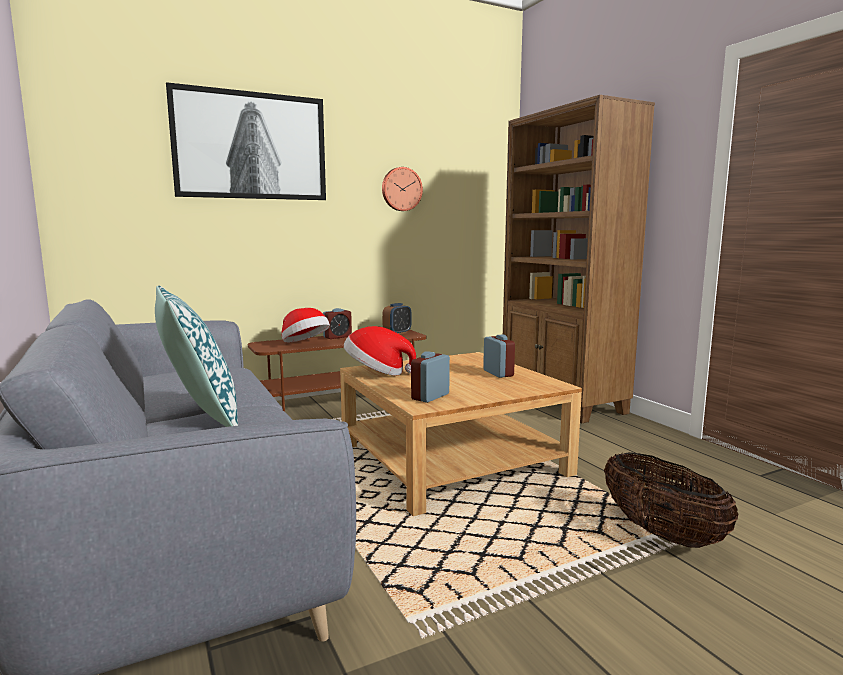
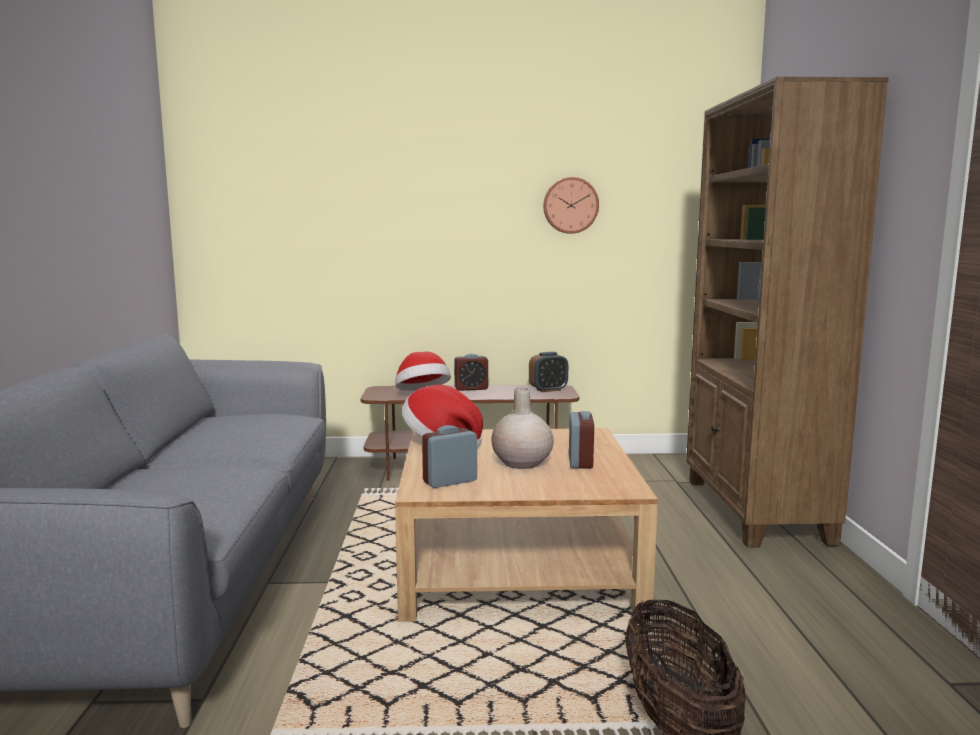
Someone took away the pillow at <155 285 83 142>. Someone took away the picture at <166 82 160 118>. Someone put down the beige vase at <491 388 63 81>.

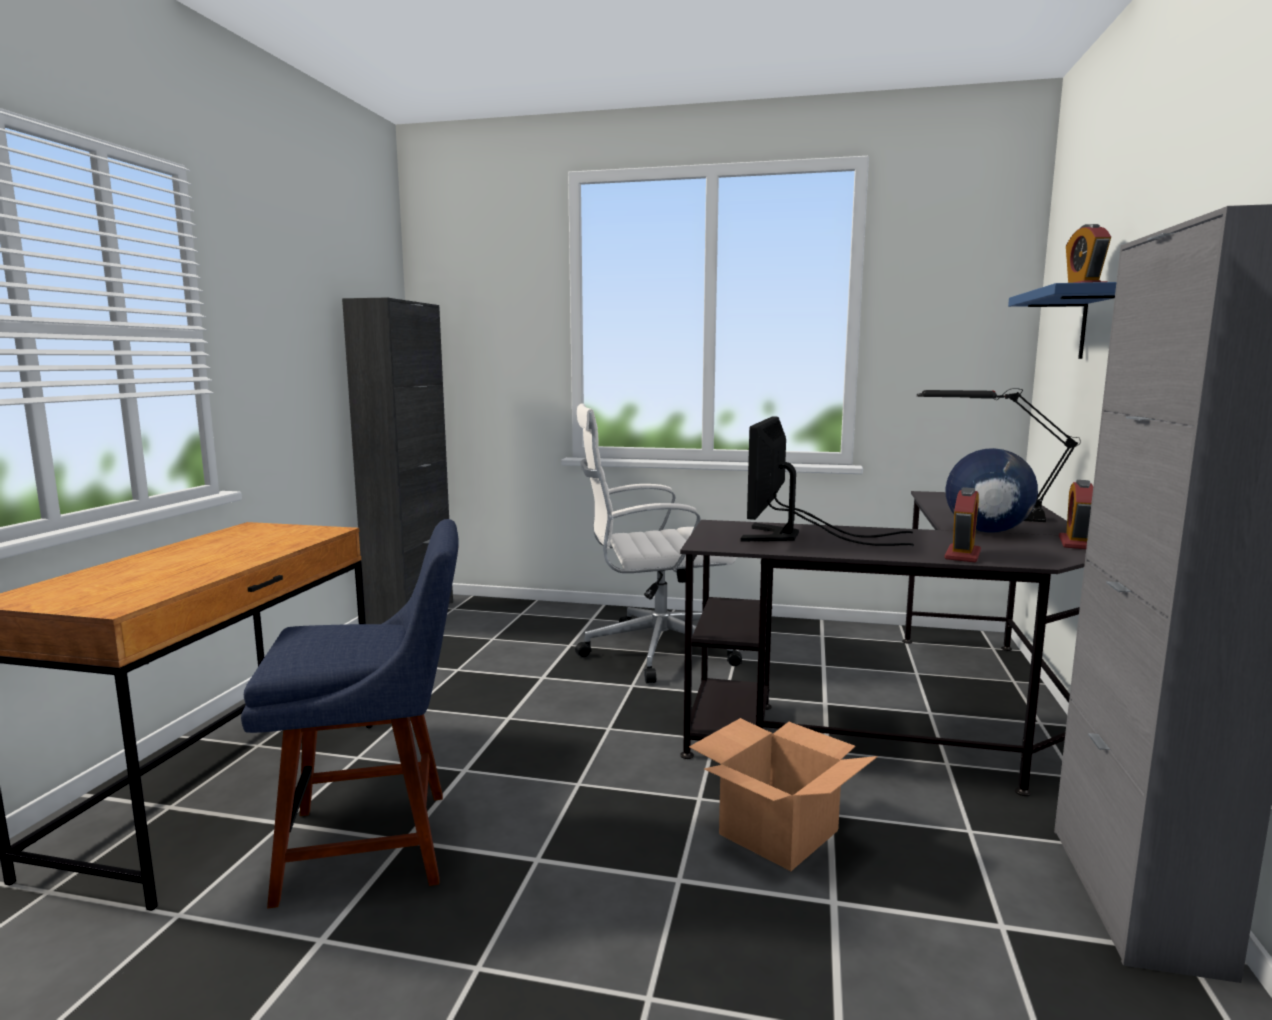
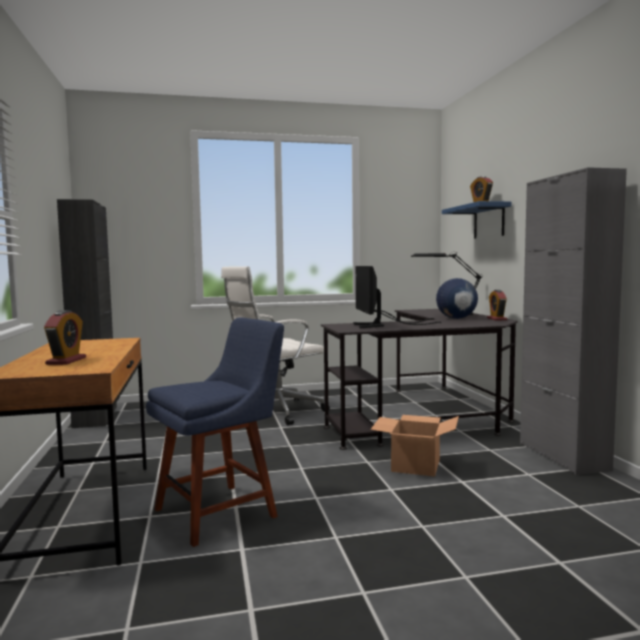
Someone carried the alarm clock from <944 487 37 76> to <44 310 42 55>.

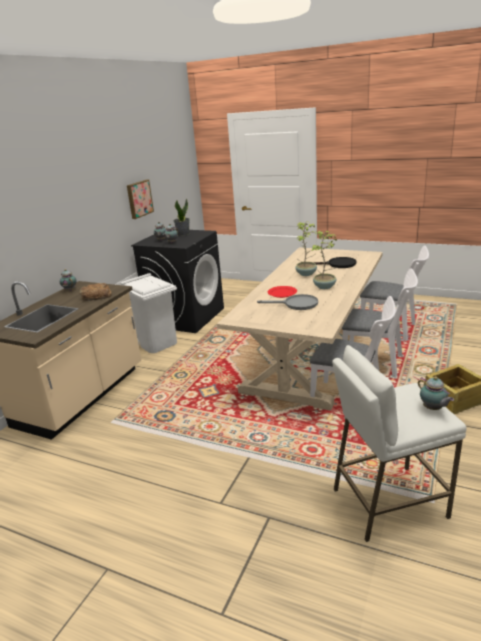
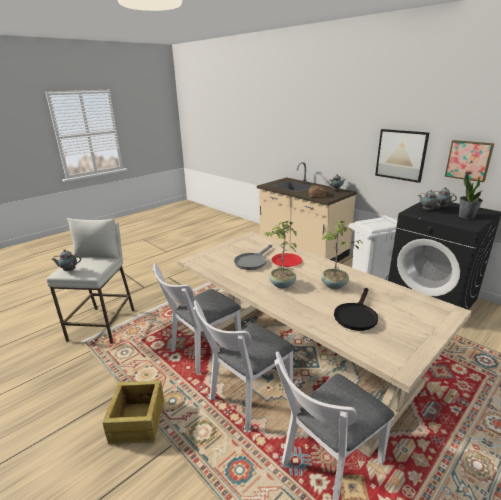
Someone put up the picture at <375 129 54 54>.

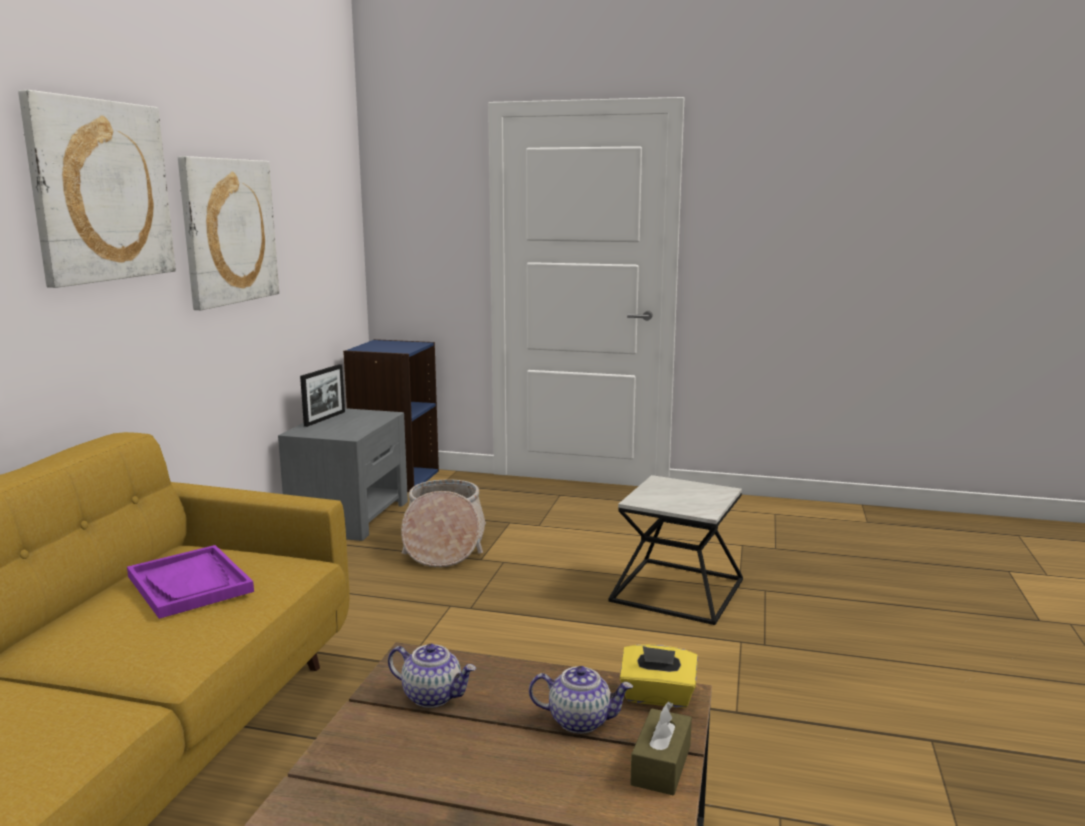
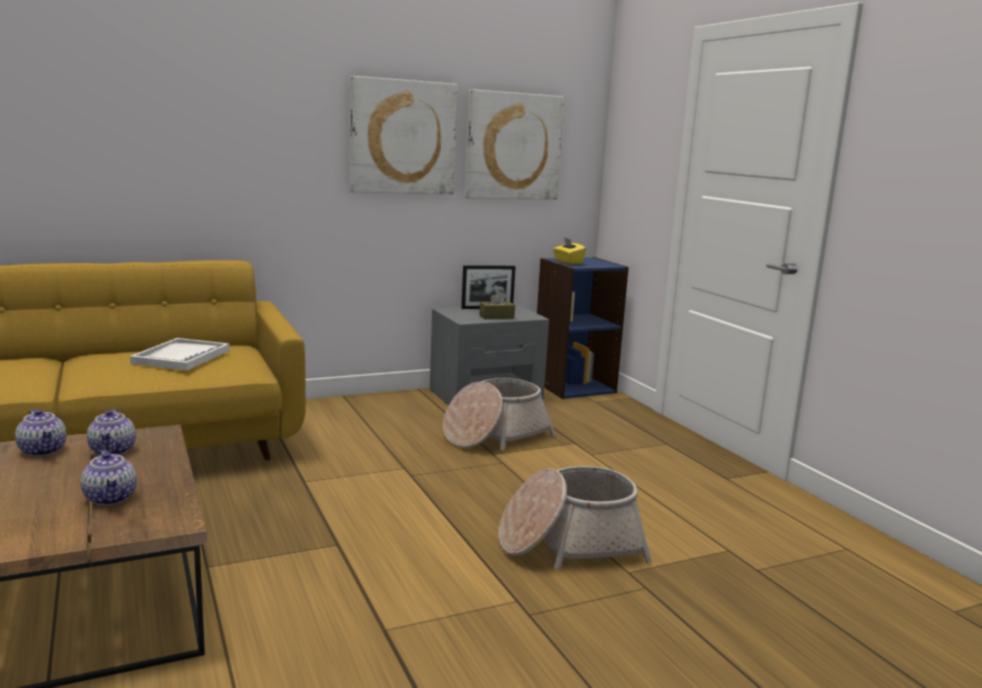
Someone carried the picture from <18 90 158 198> to <464 89 100 111>. Someone repainted the purple tray at <127 545 127 74>, which became the white tray at <130 338 100 32>. Someone swapped the side table at <609 475 134 150> for the basket at <498 466 154 104>. Someone carried the yellow tissue box from <620 644 78 64> to <553 238 33 27>. Someone carried the brown tissue box from <630 701 62 95> to <479 291 36 28>. Someone put down the teapot at <15 409 52 47>.

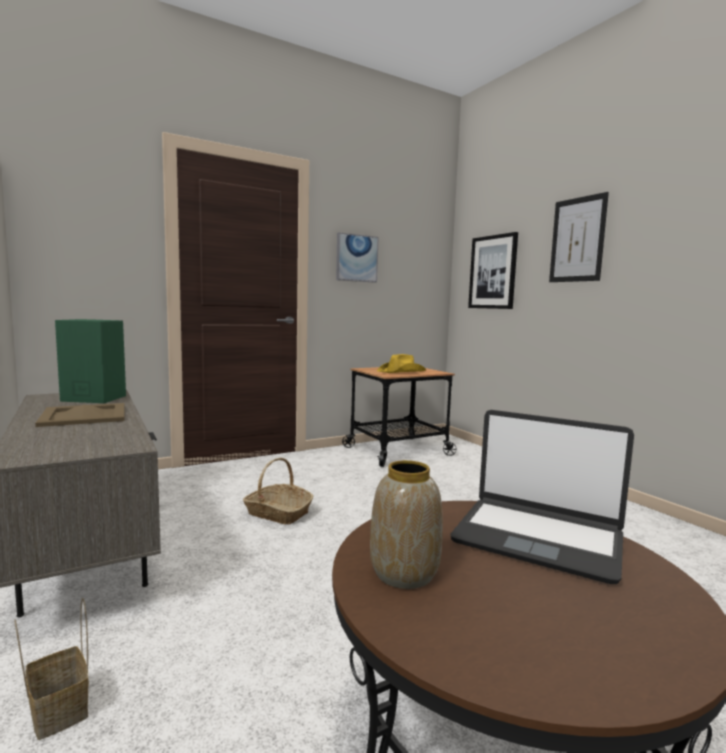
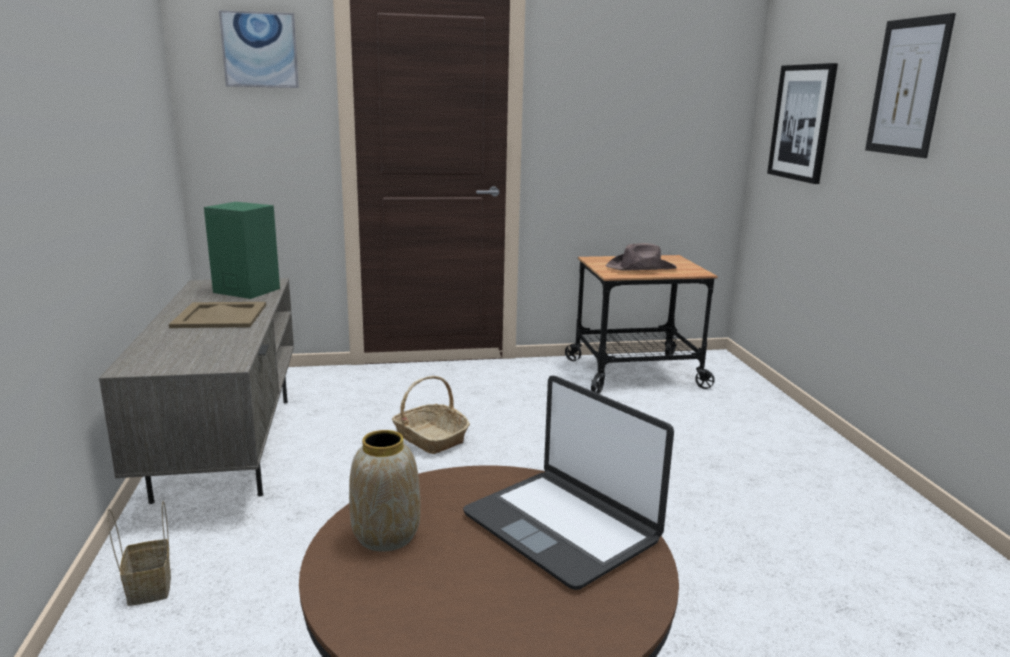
Someone carried the picture from <336 232 43 51> to <219 10 80 78>. Someone repainted the yellow hat at <377 354 49 19>, which became the brown hat at <606 243 71 28>.

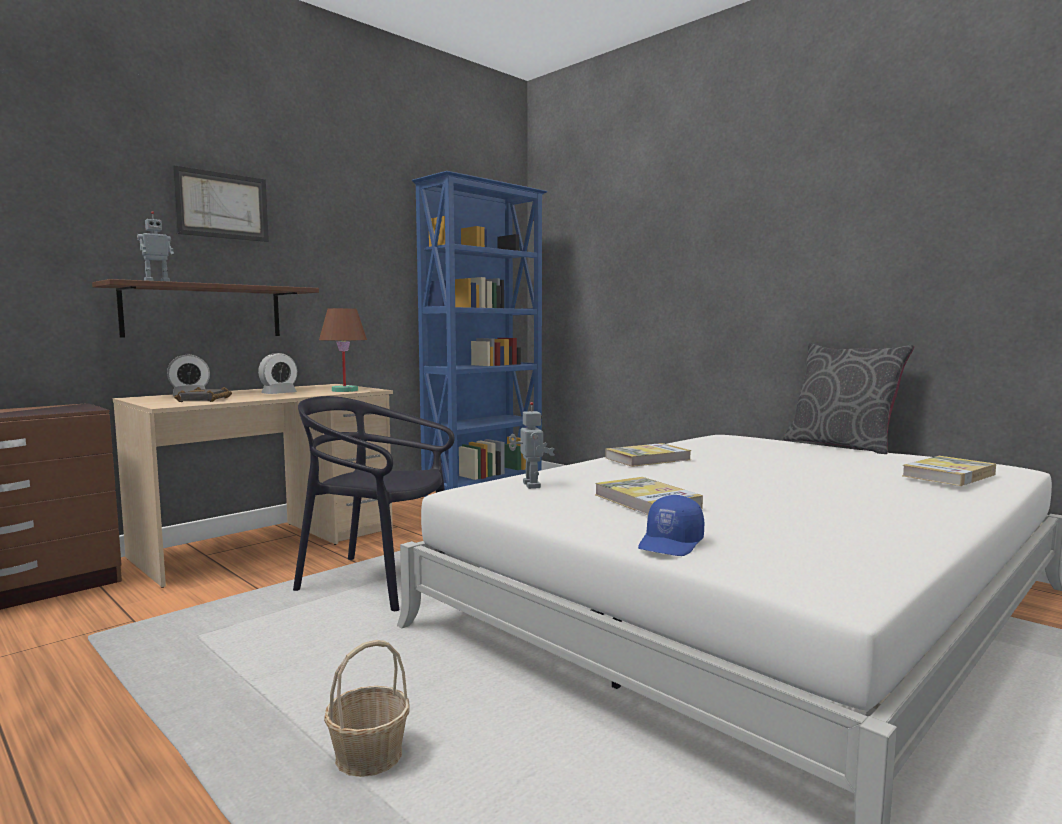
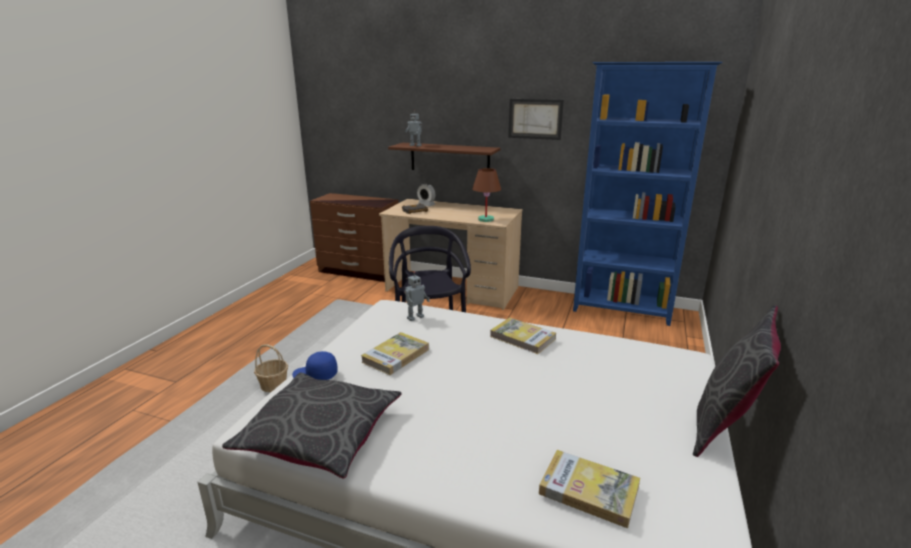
Someone carried the picture from <172 165 97 77> to <508 99 56 41>. Someone took away the alarm clock at <258 353 39 41>. Someone put down the grey pillow at <222 373 179 106>.

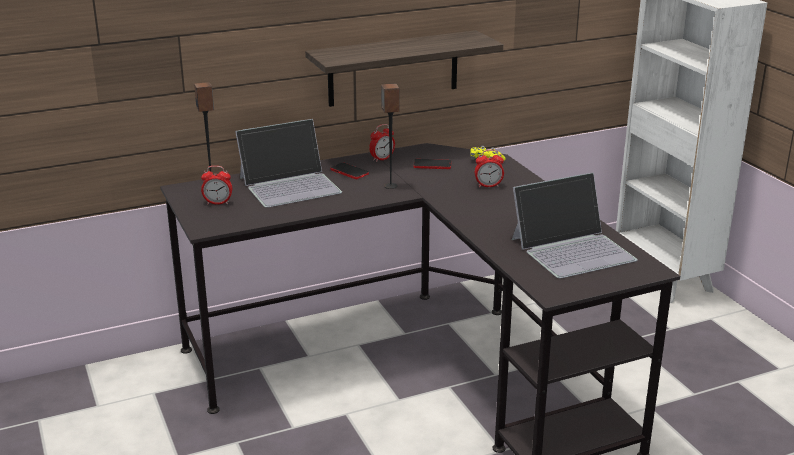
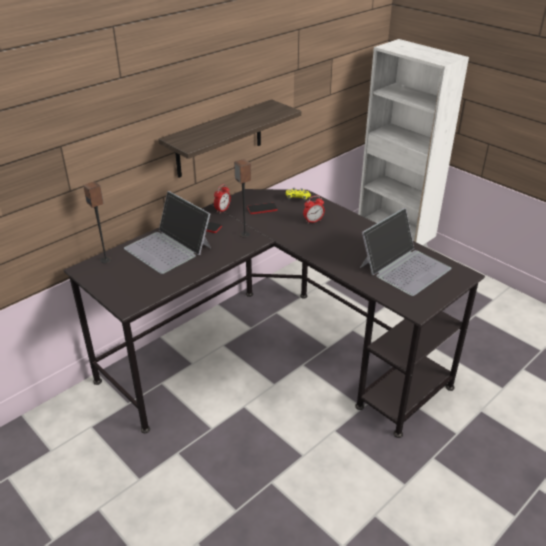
Someone took away the alarm clock at <201 166 31 39>. Someone rotated the laptop at <235 119 107 89> by 90 degrees clockwise.

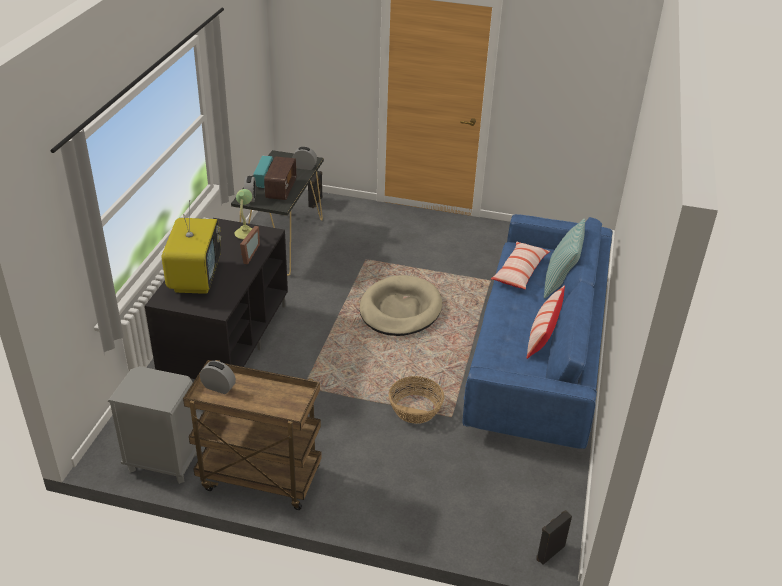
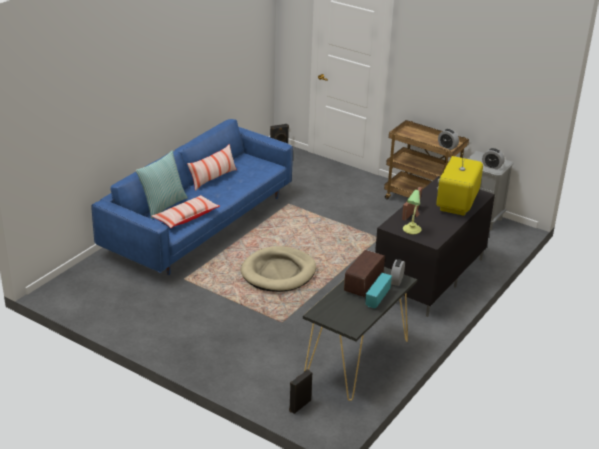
Someone carried the alarm clock from <292 147 25 23> to <482 148 23 22>. Someone took away the basket at <389 376 55 48>.

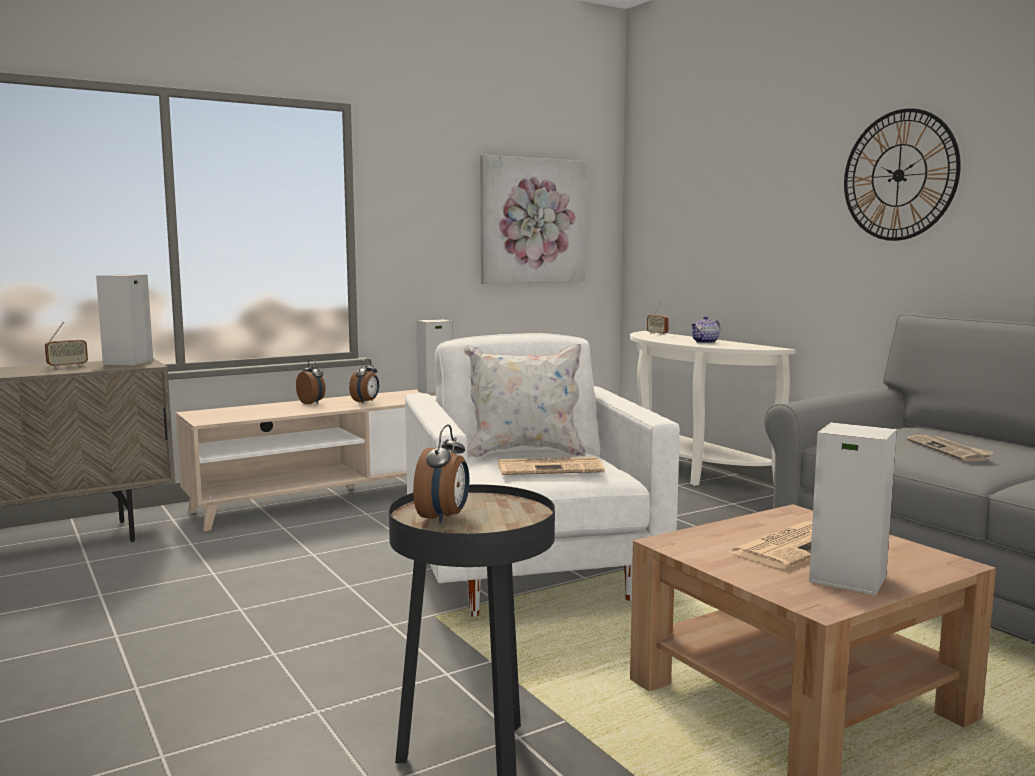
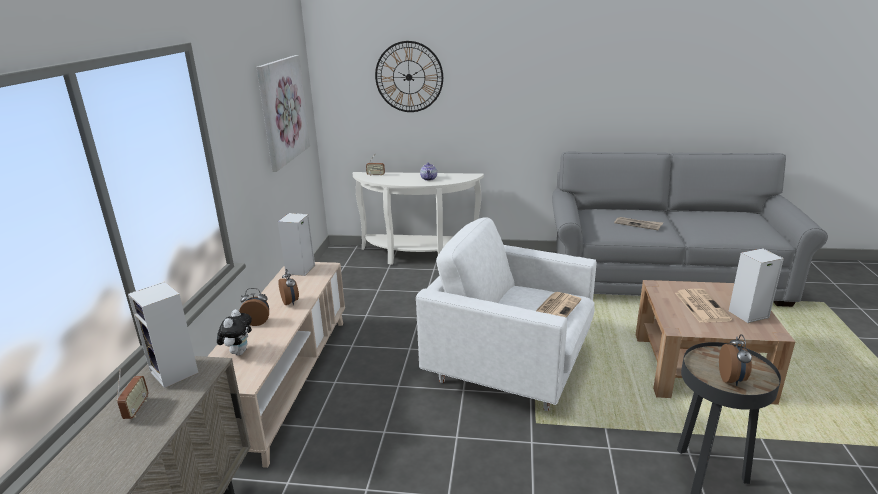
Someone rotated the alarm clock at <413 425 56 99> by 45 degrees clockwise. Someone took away the white pillow at <464 344 123 114>. Someone carried the wall clock from <844 108 117 133> to <375 41 68 71>. Someone put down the plush toy at <217 309 35 47>.

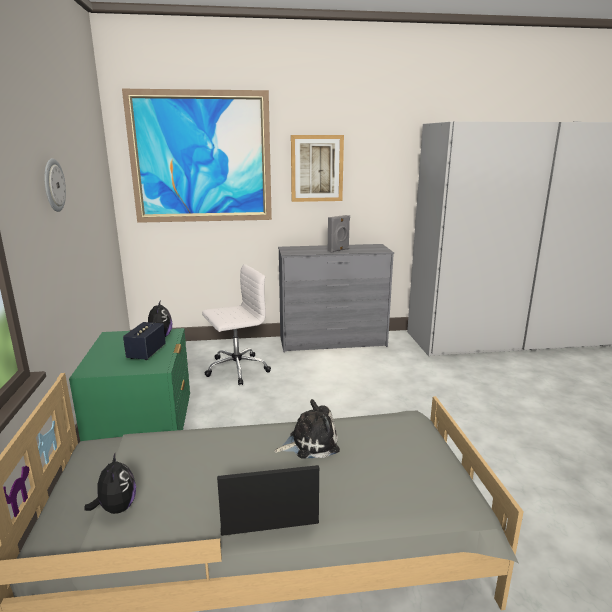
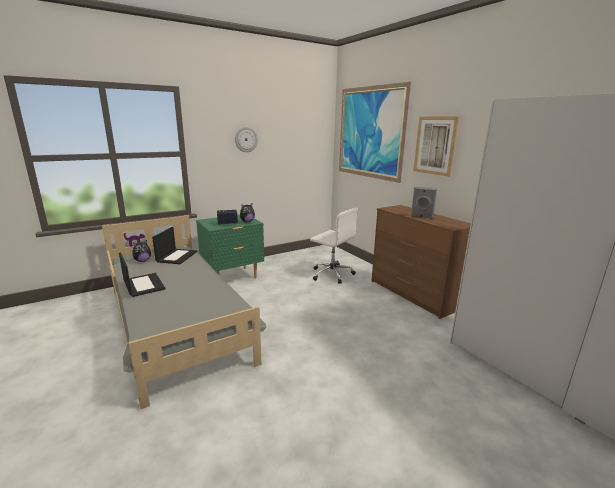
Someone took away the plush toy at <274 399 66 59>. Someone repainted the grey dresser at <278 244 116 108>, which became the brown dresser at <371 205 100 114>. Someone put down the laptop at <152 227 46 37>.

